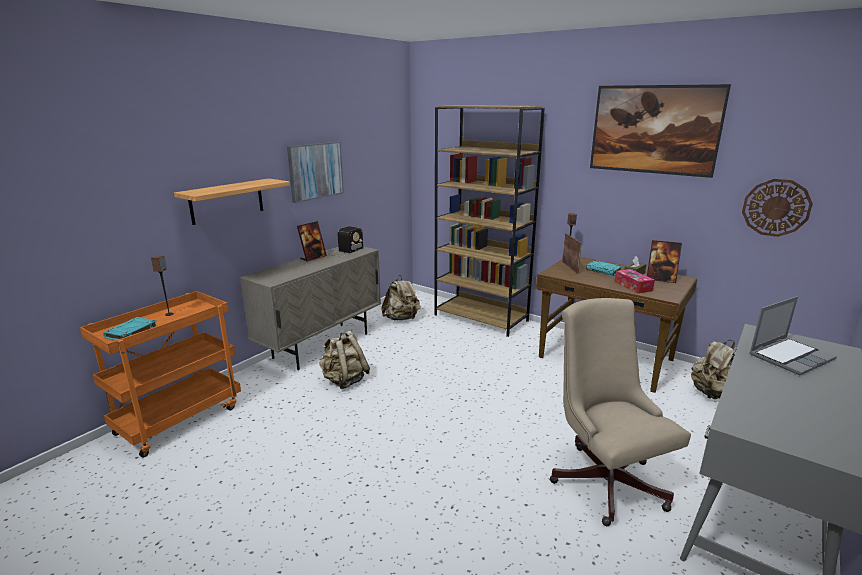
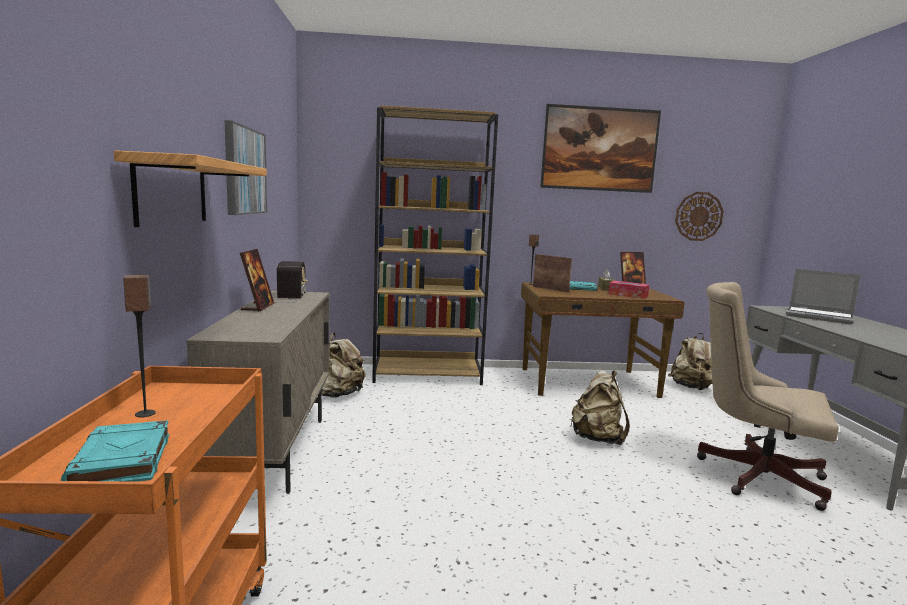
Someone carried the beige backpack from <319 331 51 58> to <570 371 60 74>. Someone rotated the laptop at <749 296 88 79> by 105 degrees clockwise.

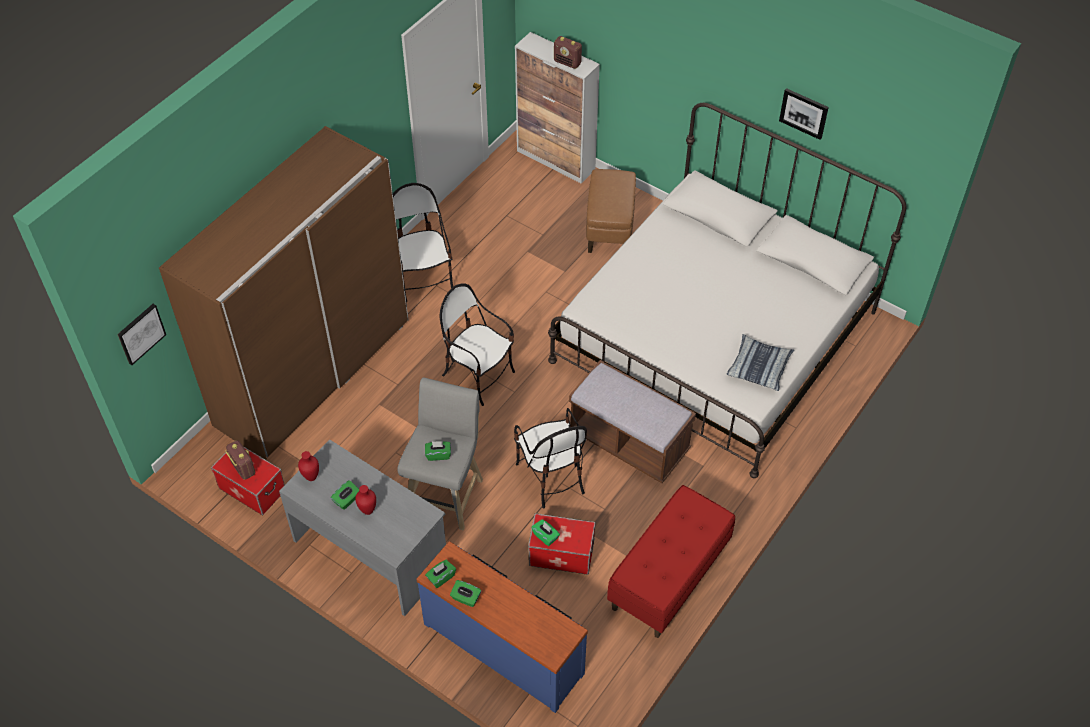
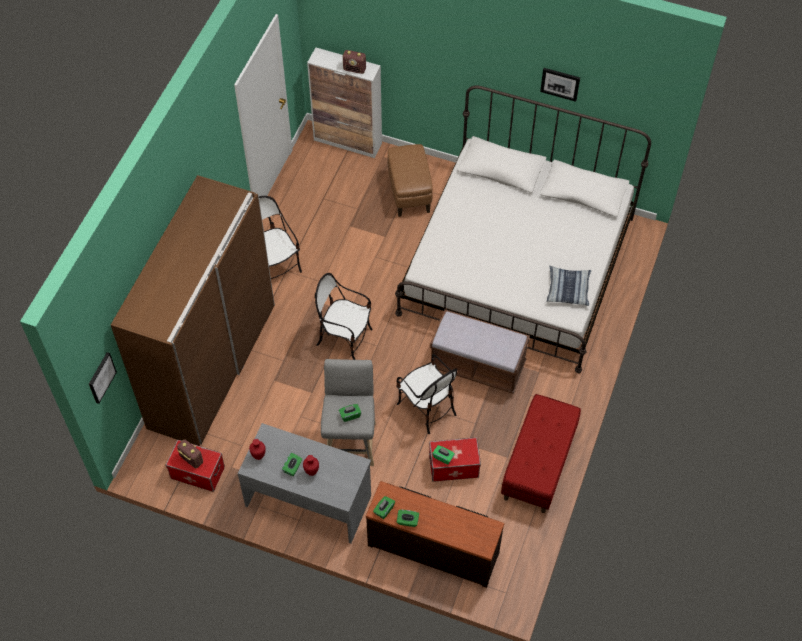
Someone repainted the blue dresser at <416 541 172 172>, which became the brown dresser at <366 481 138 107>.

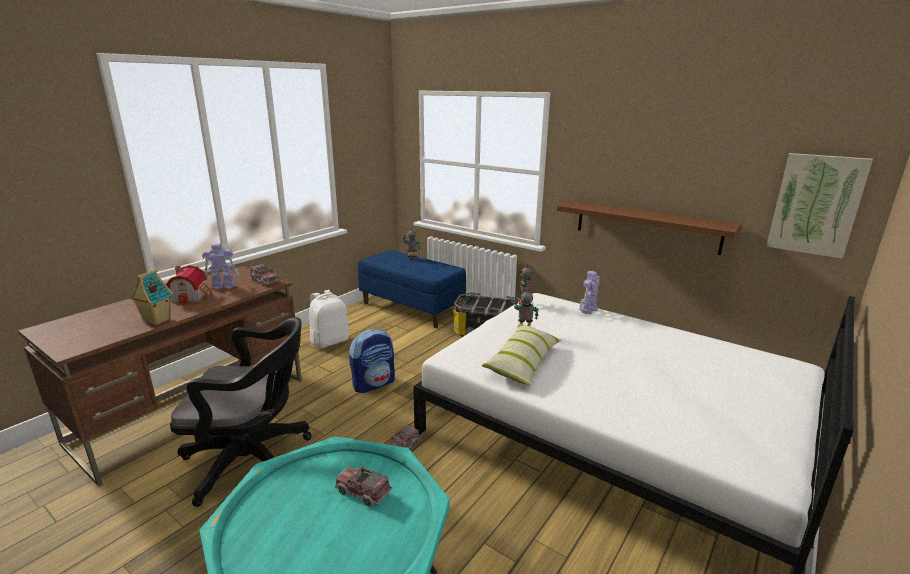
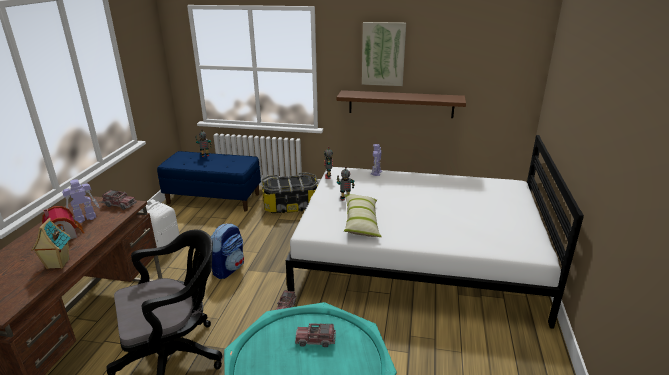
Someone carried the picture from <766 153 107 106> to <362 22 44 64>.

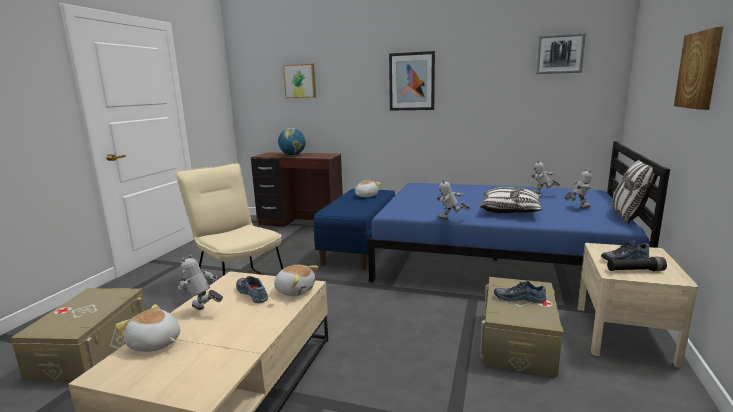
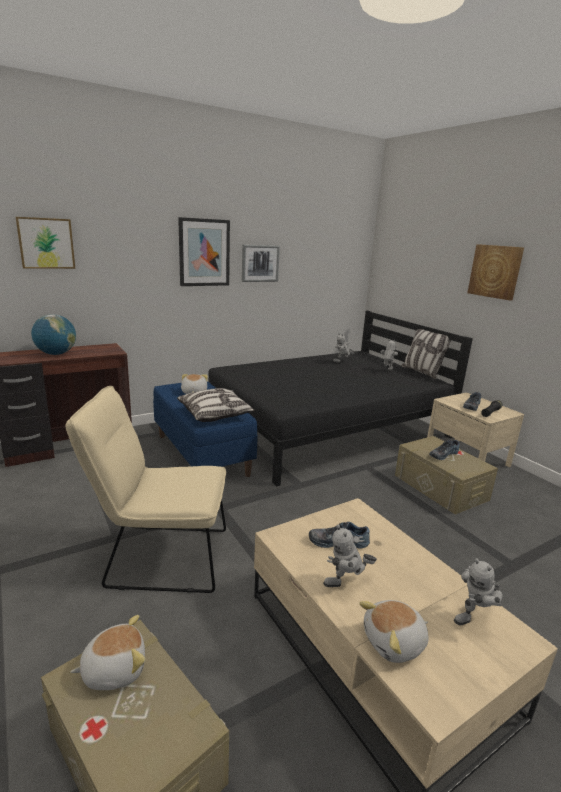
Someone carried the plush toy from <274 265 45 31> to <70 615 75 75>. Someone repainted the blue bed at <368 141 302 141>, which became the black bed at <208 311 265 175>. Someone carried the toy robot from <435 179 35 41> to <454 558 49 68>. Someone carried the pillow from <480 187 62 26> to <177 388 78 34>. Someone carried the picture from <536 33 50 41> to <242 245 38 37>.

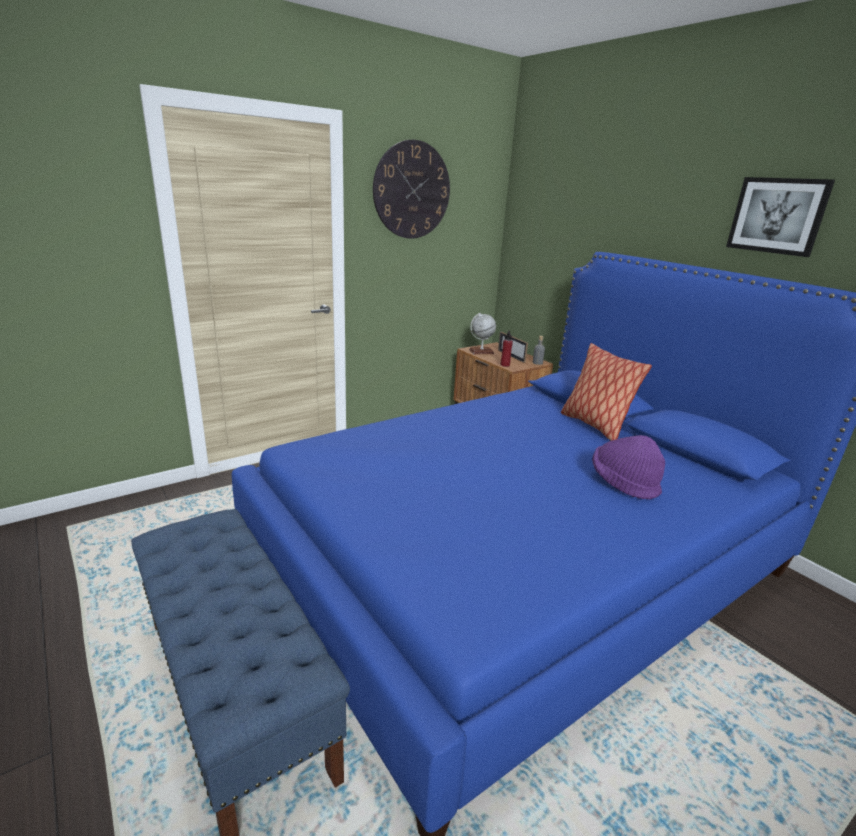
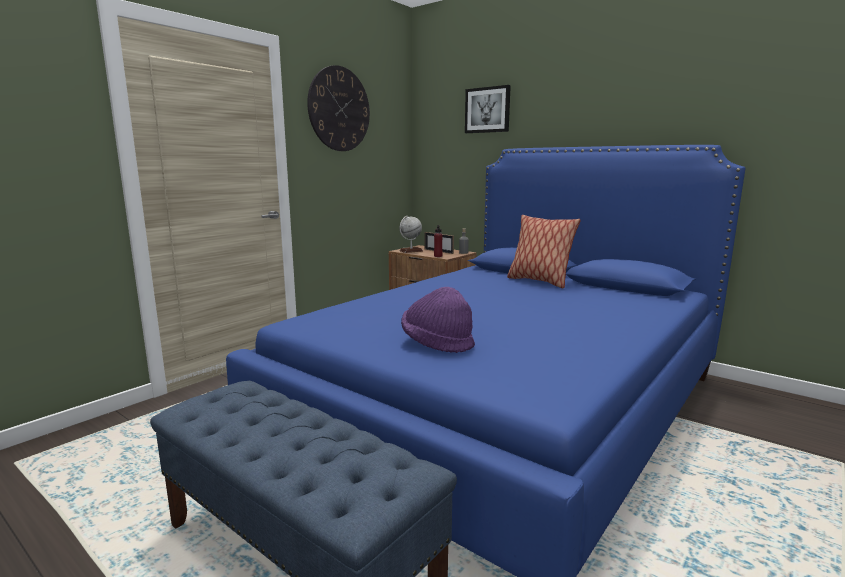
Someone carried the purple hat from <592 435 73 64> to <401 287 74 66>. Someone carried the picture from <726 177 109 80> to <465 85 46 48>.

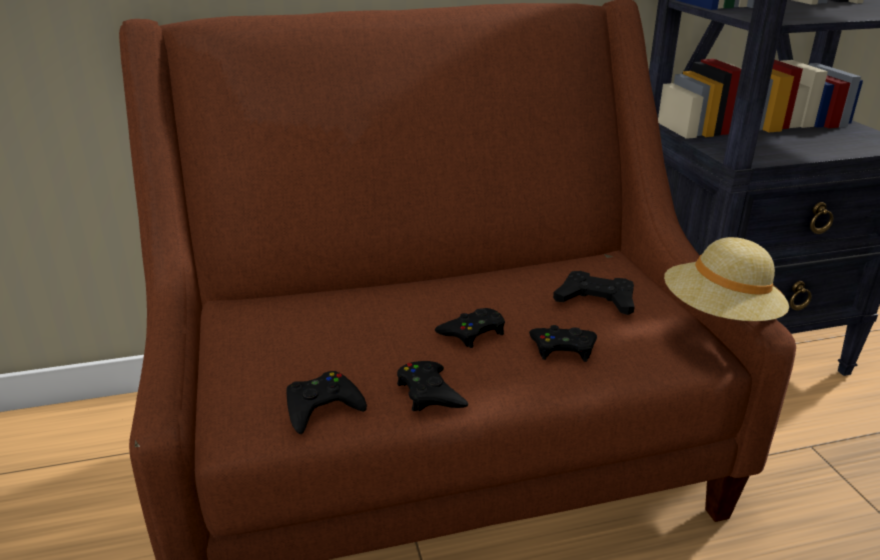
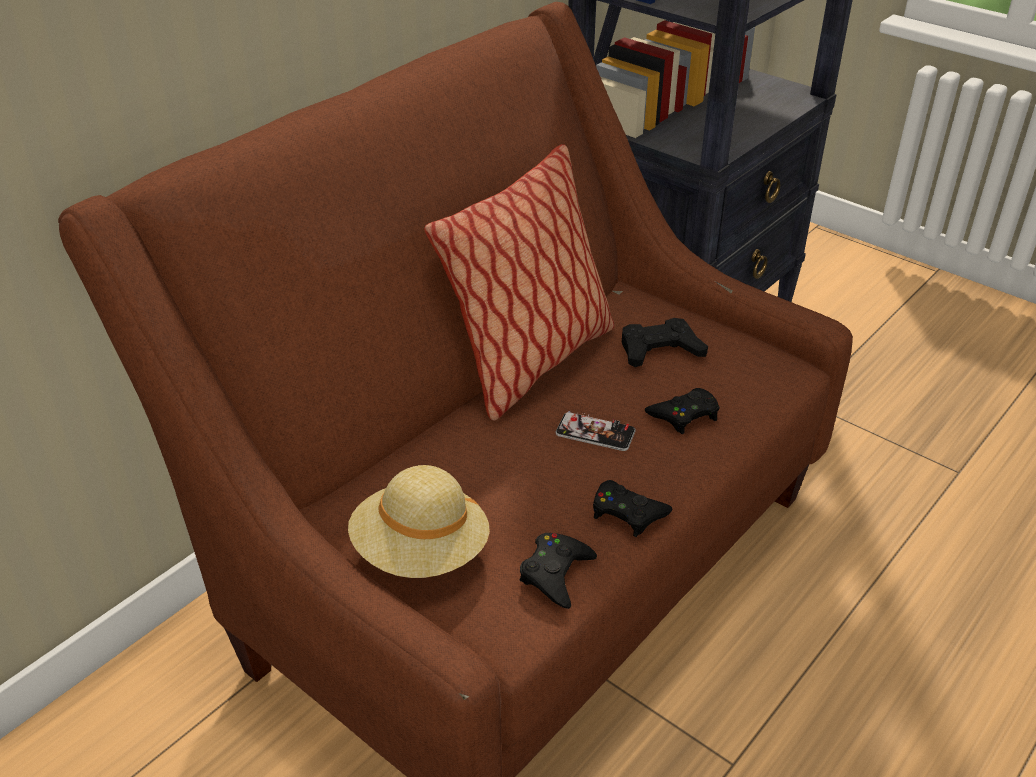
Someone swapped the black game controller at <435 308 70 40> for the phone at <555 411 81 40>. Someone carried the beige hat from <664 237 125 84> to <348 465 142 113>. Someone put down the pillow at <424 144 190 276>.

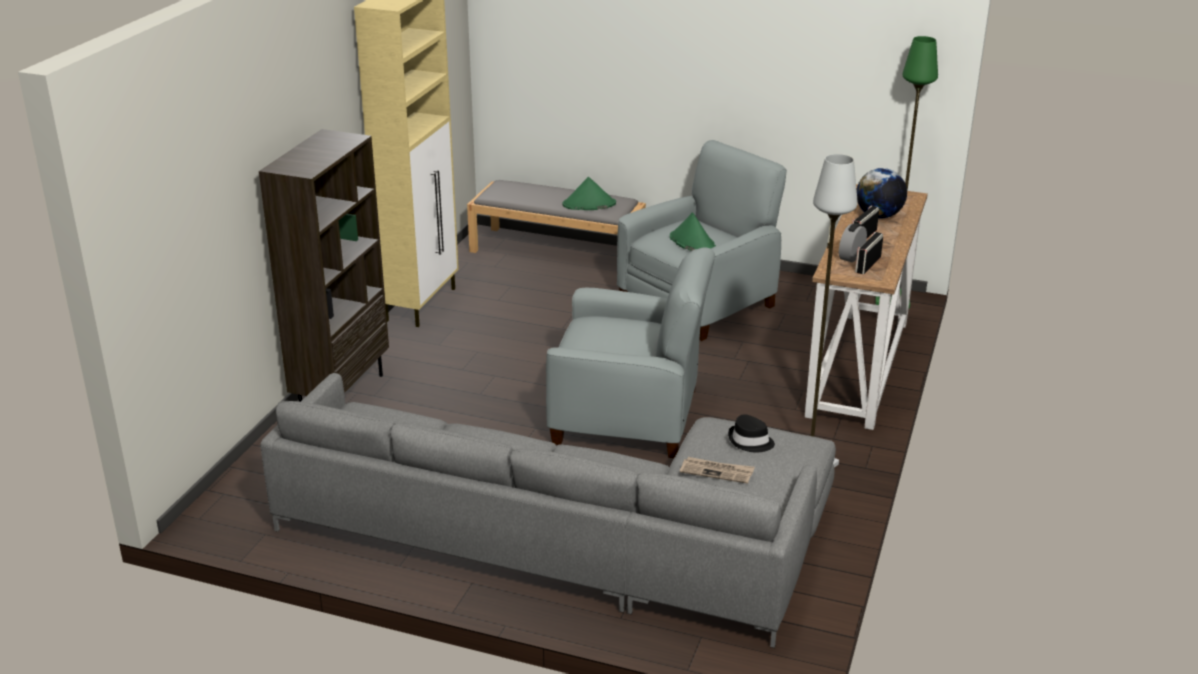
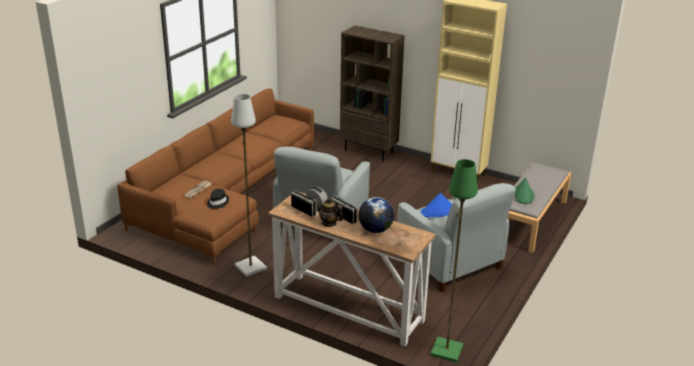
Someone repainted the grey sofa at <261 373 575 275>, which became the brown sofa at <117 88 197 177>. Someone repainted the green hat at <670 212 46 39>, which became the blue hat at <421 192 31 26>. Someone put down the teapot at <316 198 28 29>.

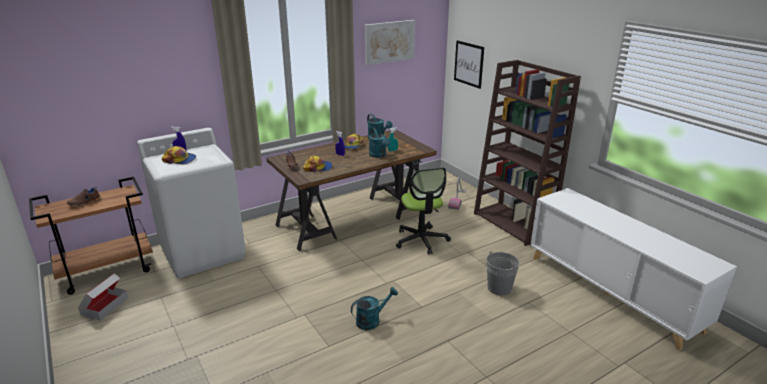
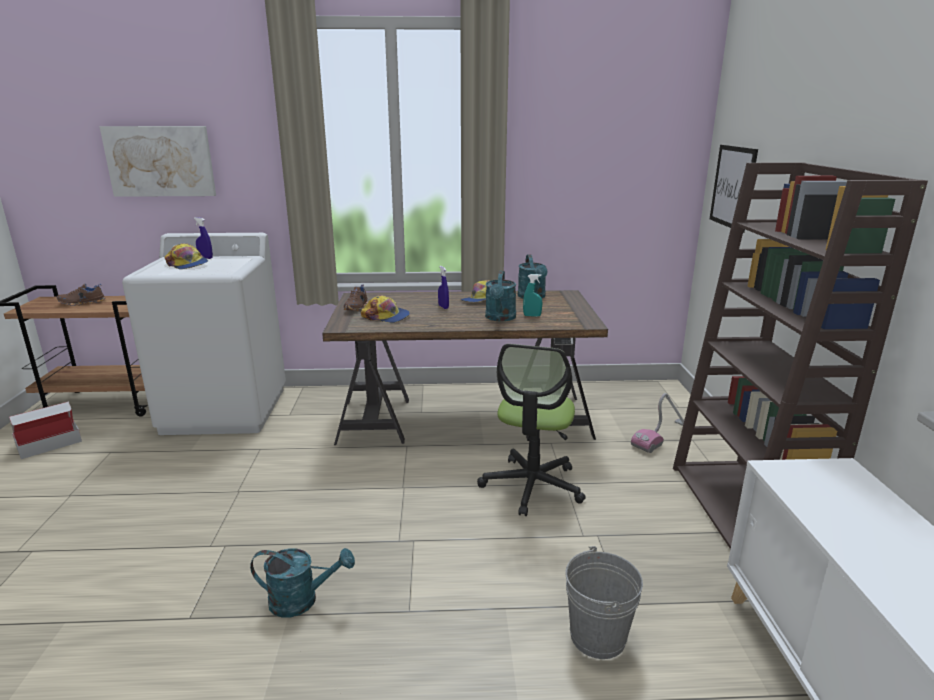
Someone carried the picture from <365 20 50 45> to <99 126 117 71>.

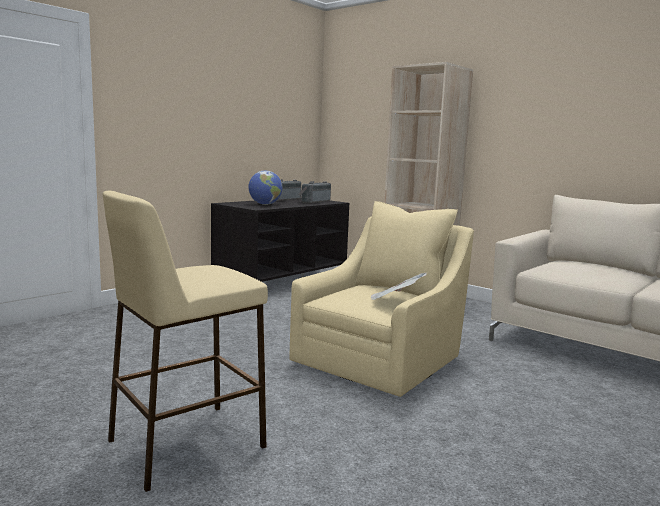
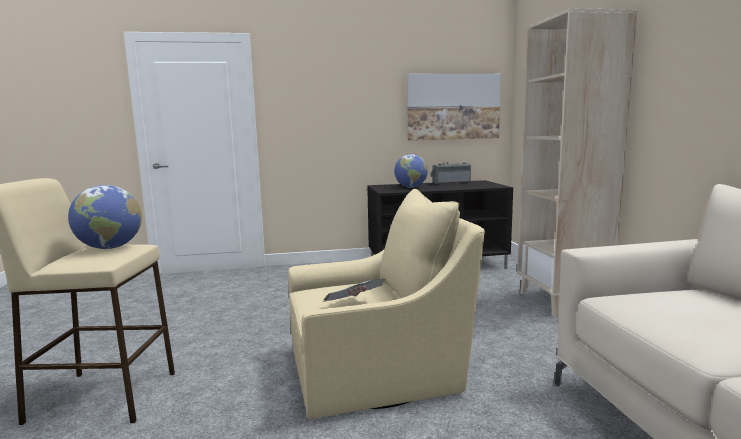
Someone took away the radio at <299 181 32 23>. Someone put down the globe at <68 185 74 64>. Someone put up the picture at <407 74 94 66>.

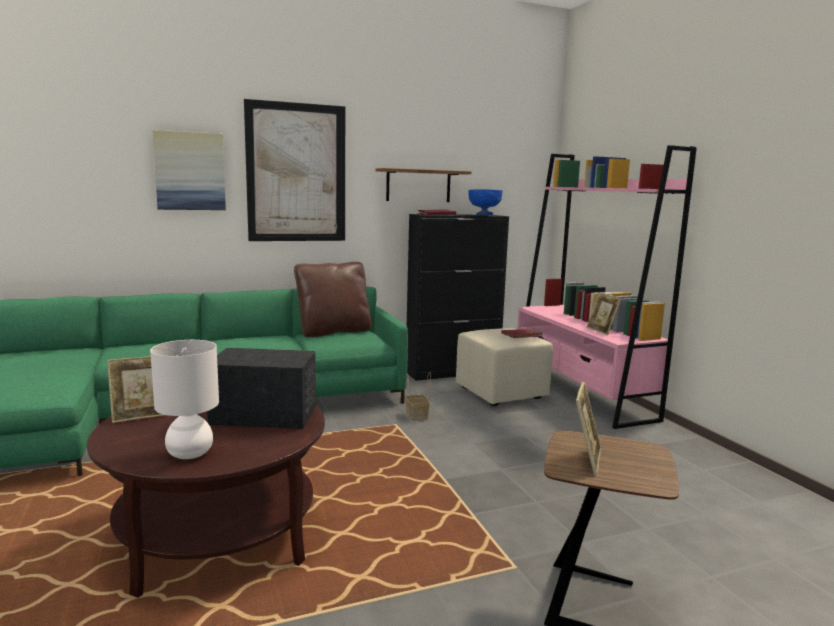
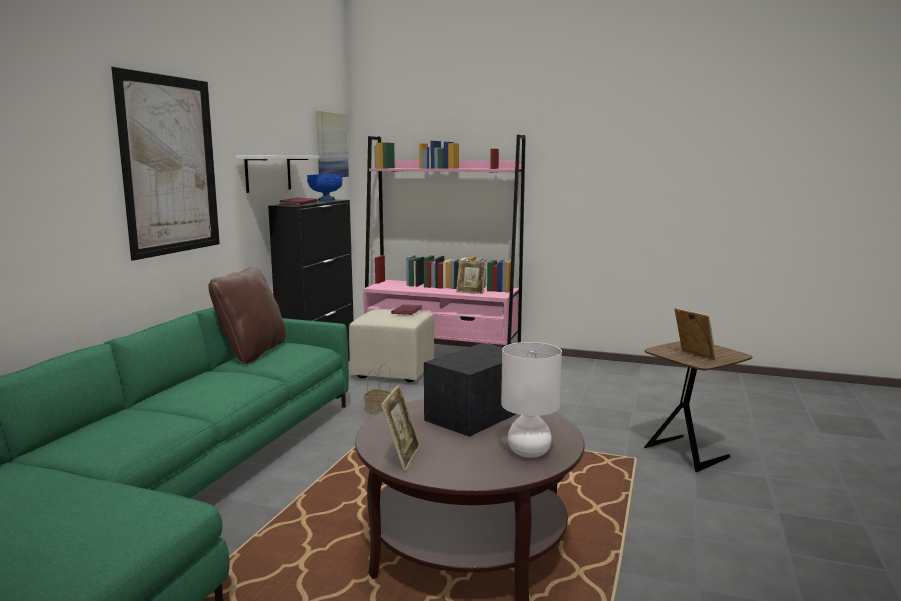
Someone carried the picture from <152 130 74 80> to <316 111 33 66>. Someone repainted the brown shelf at <375 168 96 34>, which became the white shelf at <236 156 83 37>.

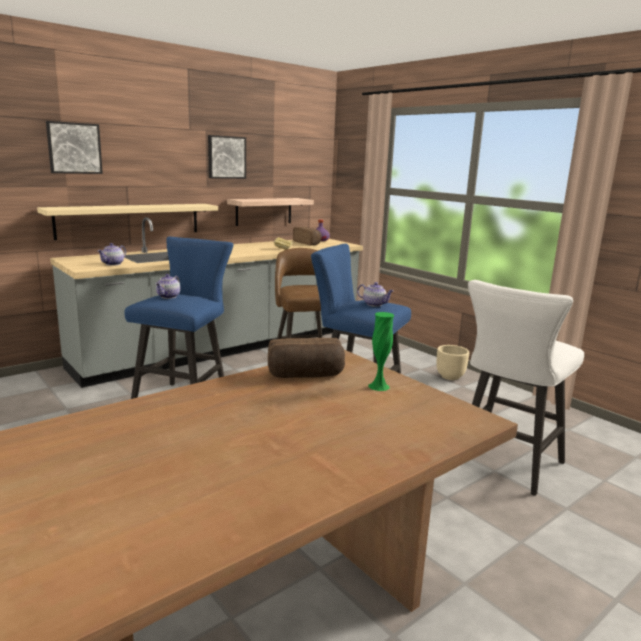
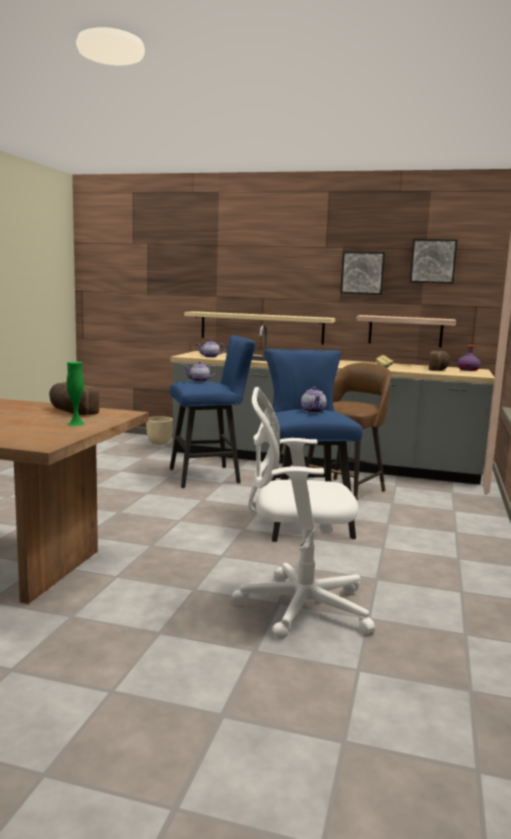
Someone carried the picture from <46 121 57 53> to <410 239 47 45>. Someone carried the beige planter from <437 345 32 35> to <146 416 27 29>. Someone swapped the white stool at <468 280 116 216> for the white office chair at <232 387 143 253>.

